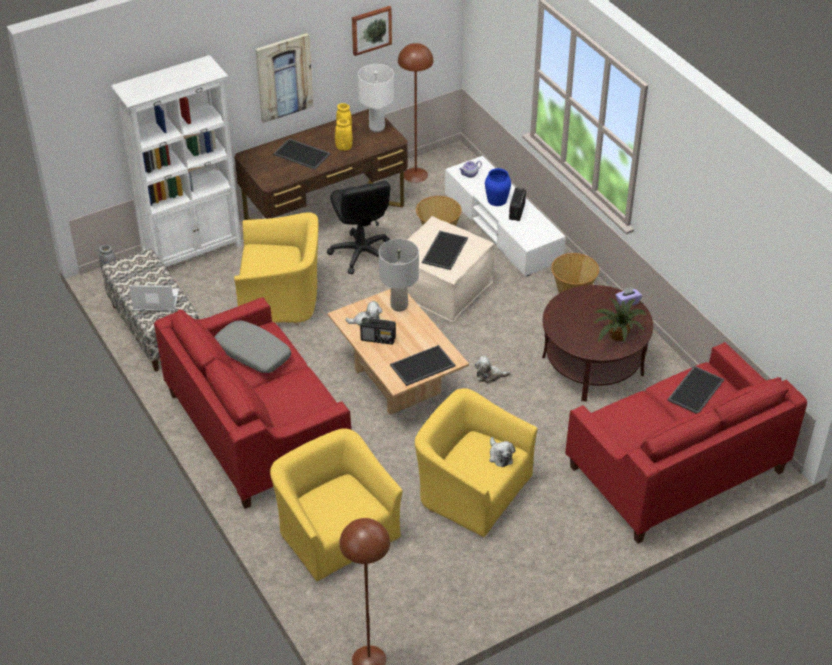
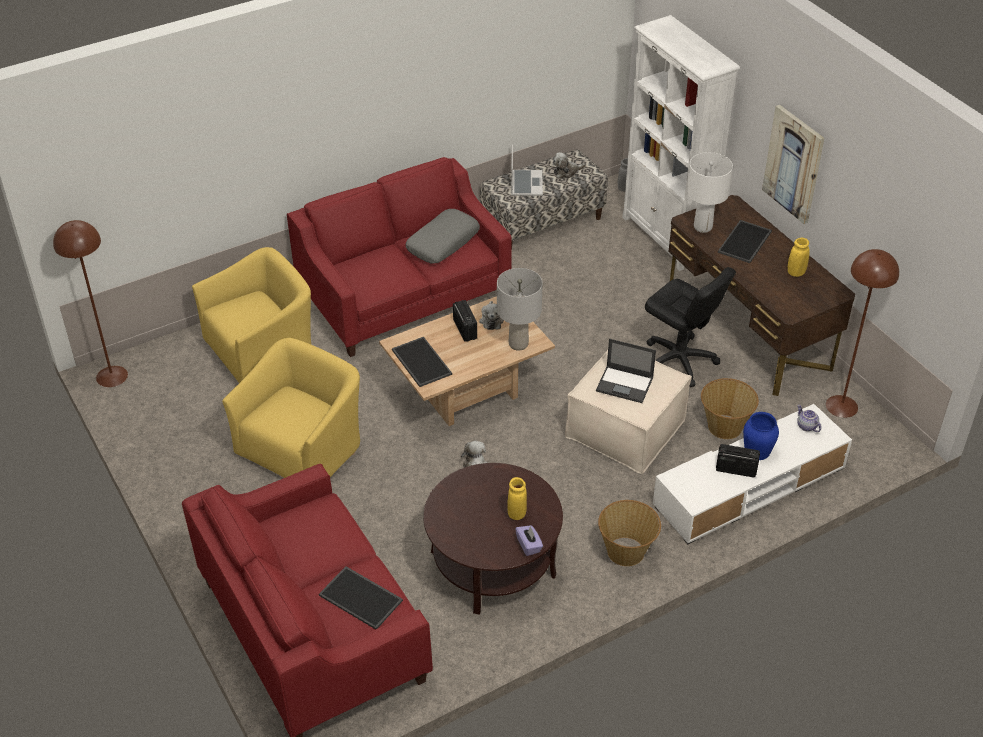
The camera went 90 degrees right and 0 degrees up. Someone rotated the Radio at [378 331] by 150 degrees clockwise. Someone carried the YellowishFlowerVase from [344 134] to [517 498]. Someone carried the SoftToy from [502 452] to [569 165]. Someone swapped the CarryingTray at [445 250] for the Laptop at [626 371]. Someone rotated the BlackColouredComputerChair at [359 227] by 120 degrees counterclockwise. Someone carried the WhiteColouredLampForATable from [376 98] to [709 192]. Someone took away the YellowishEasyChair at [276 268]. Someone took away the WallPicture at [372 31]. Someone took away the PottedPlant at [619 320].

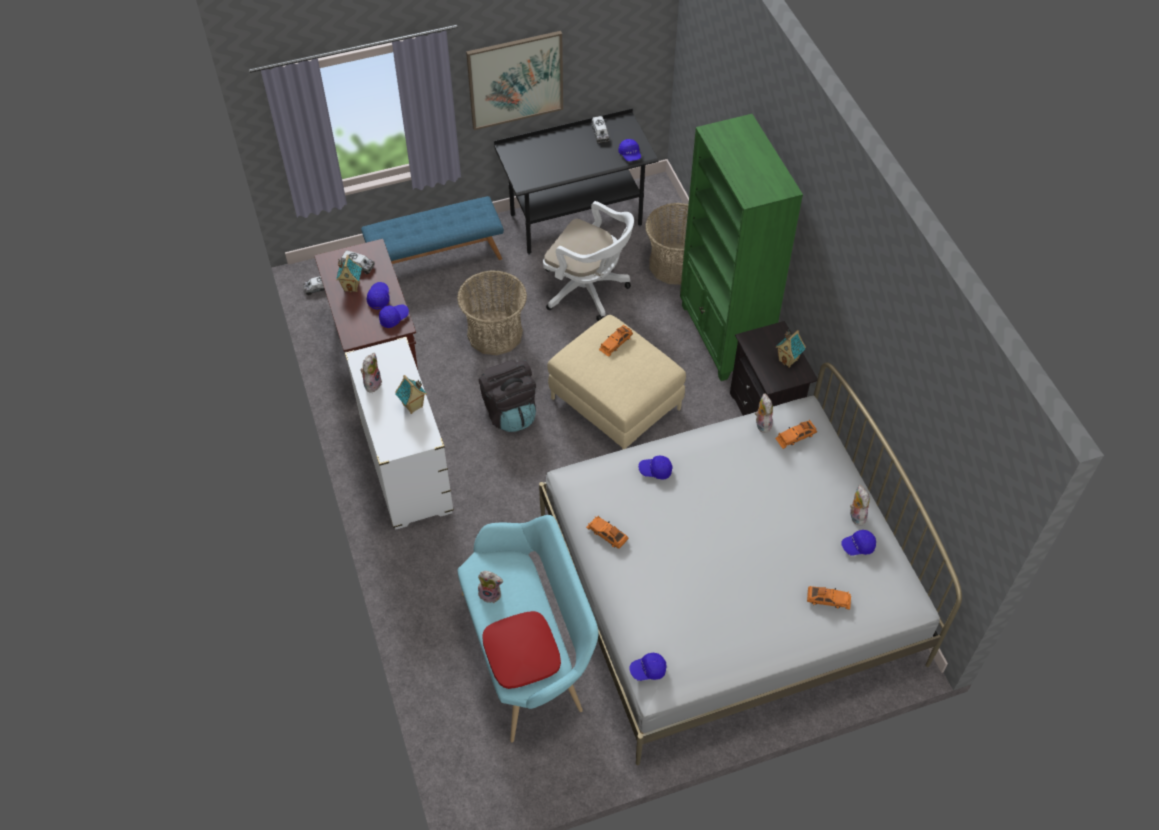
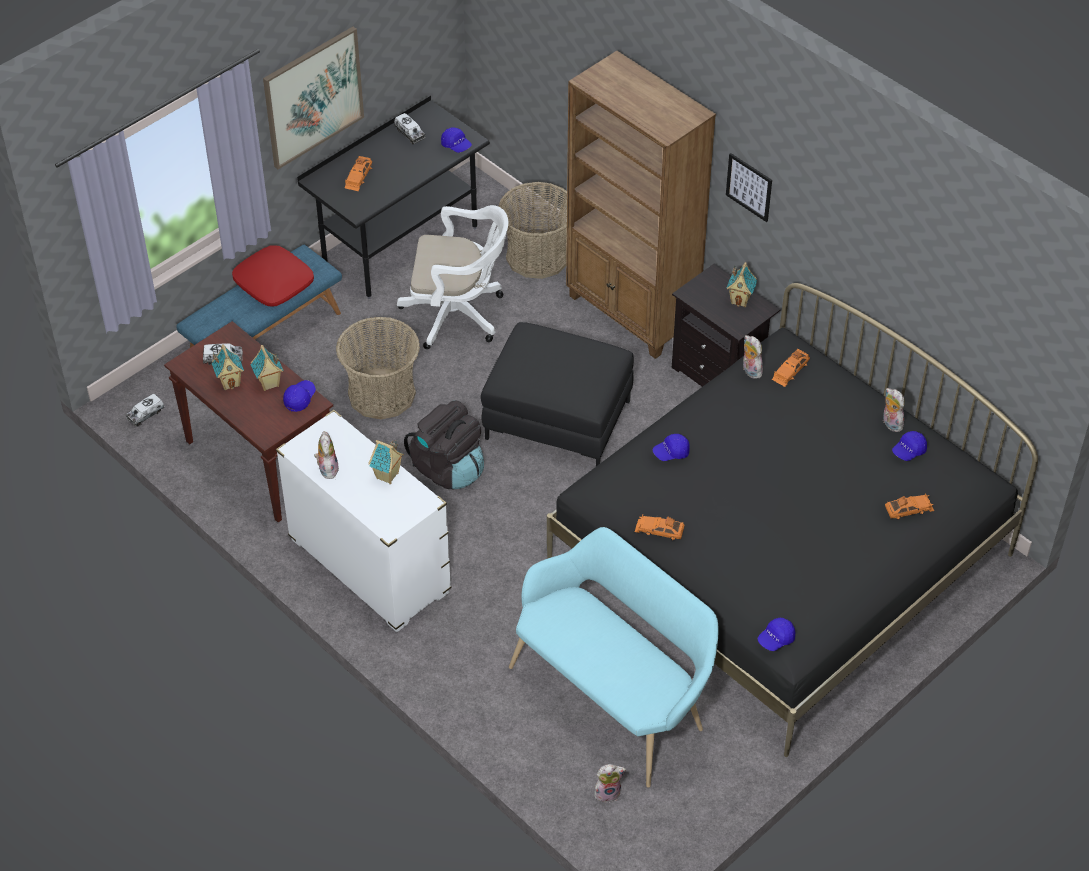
The camera went 25 degrees left and 5 degrees down. Someone carried the RedThrowPillow from [521 650] to [273 276]. Someone swapped the BlueCap at [378 296] for the MiniatureHouse at [267 368]. Someone carried the OrangeModelCar from [616 341] to [358 173]. Someone repainted the BeigeFootrest at [616 382], which became the BlackColouredFootrest at [557 394]. Someone repainted the WhiteColouredSleepingBed at [750 563], which became the BlackColouredSleepingBed at [792 520]. Someone repainted the GreenishBookcase at [741 247], which became the BrownColouredBookcase at [641 205]. Someone carried the SoftToy from [490 587] to [610 784]. Someone put up the WallPicture at [749 187].

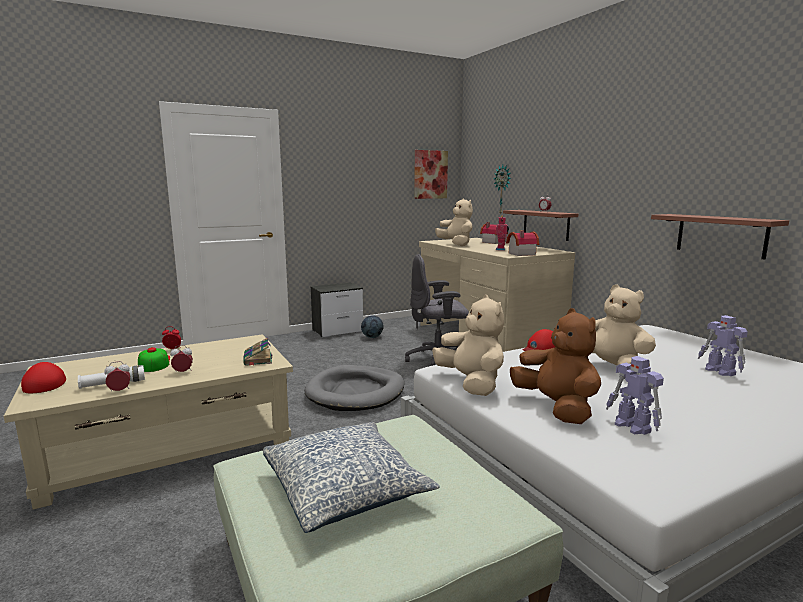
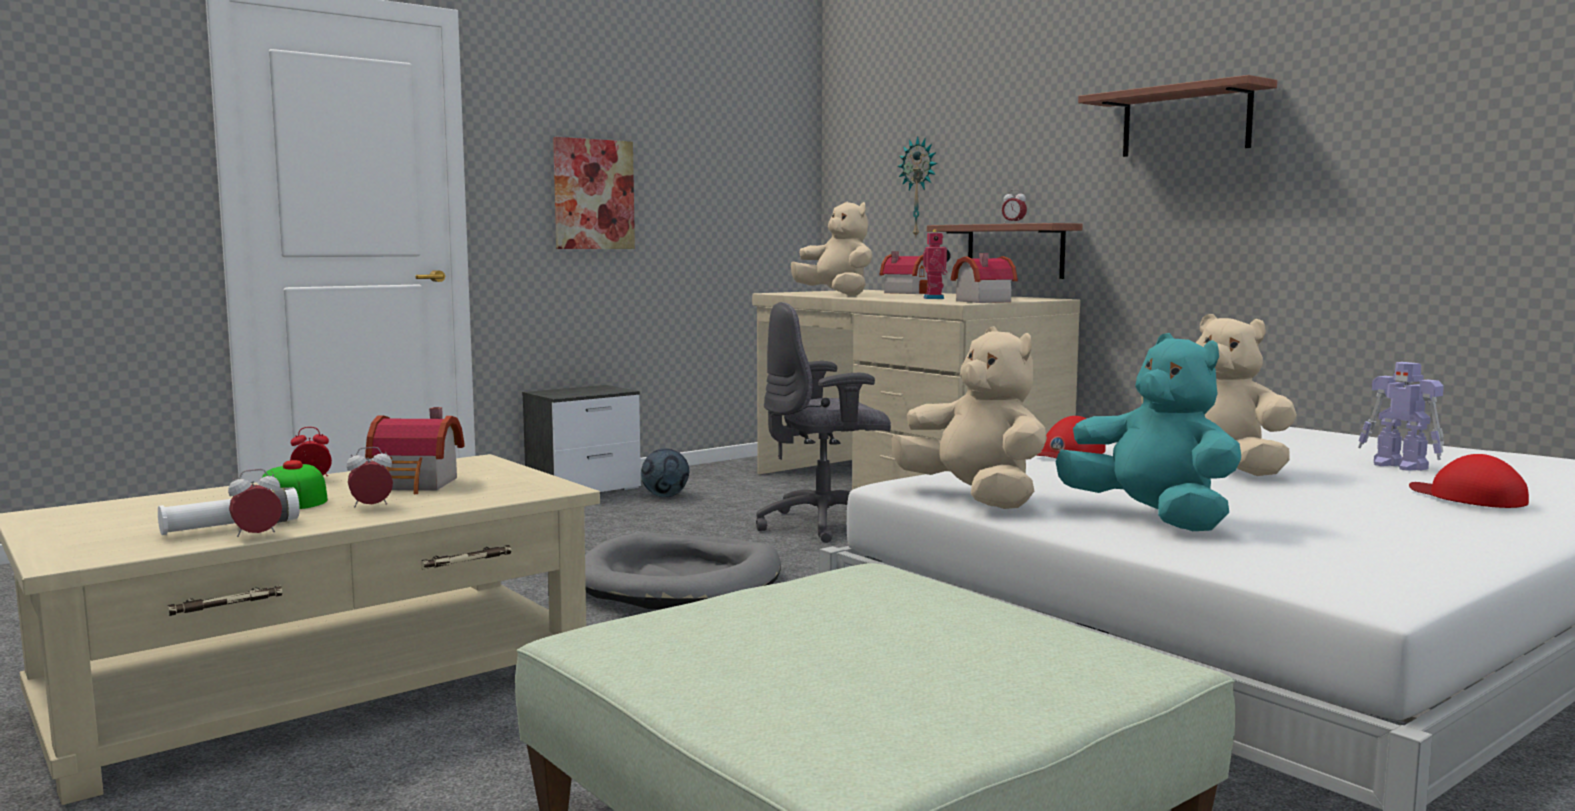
The camera went 10 degrees left and 5 degrees down. Someone put down the MiniatureHouse at [415 450]. Someone carried the WallPicture from [431 174] to [594 193]. Someone repainted the BrownColouredSoftToy at [555 366], which became the TurquoiseColouredSoftToy at [1148 432]. Someone carried the WallShelf from [720 237] to [1177 116]. Someone carried the RedCap from [43 377] to [1469 481]. Someone took away the Book at [258 351]. Someone took away the ThrowPillow at [351 477]. Someone took away the RobotFigure at [635 395].

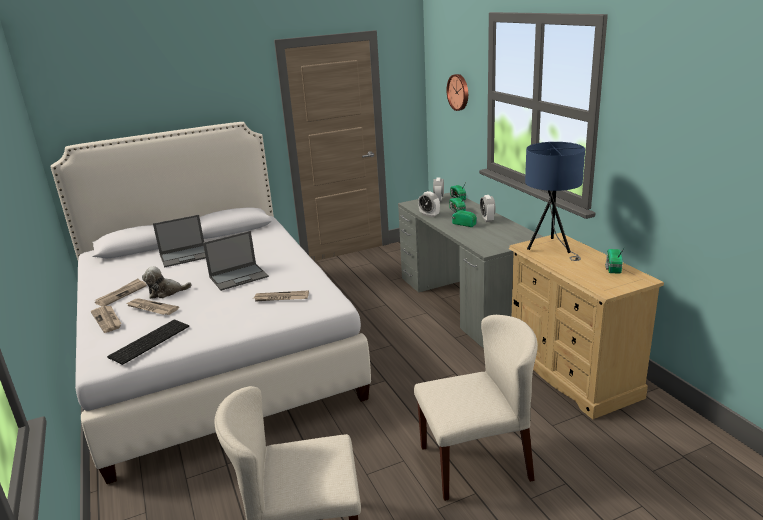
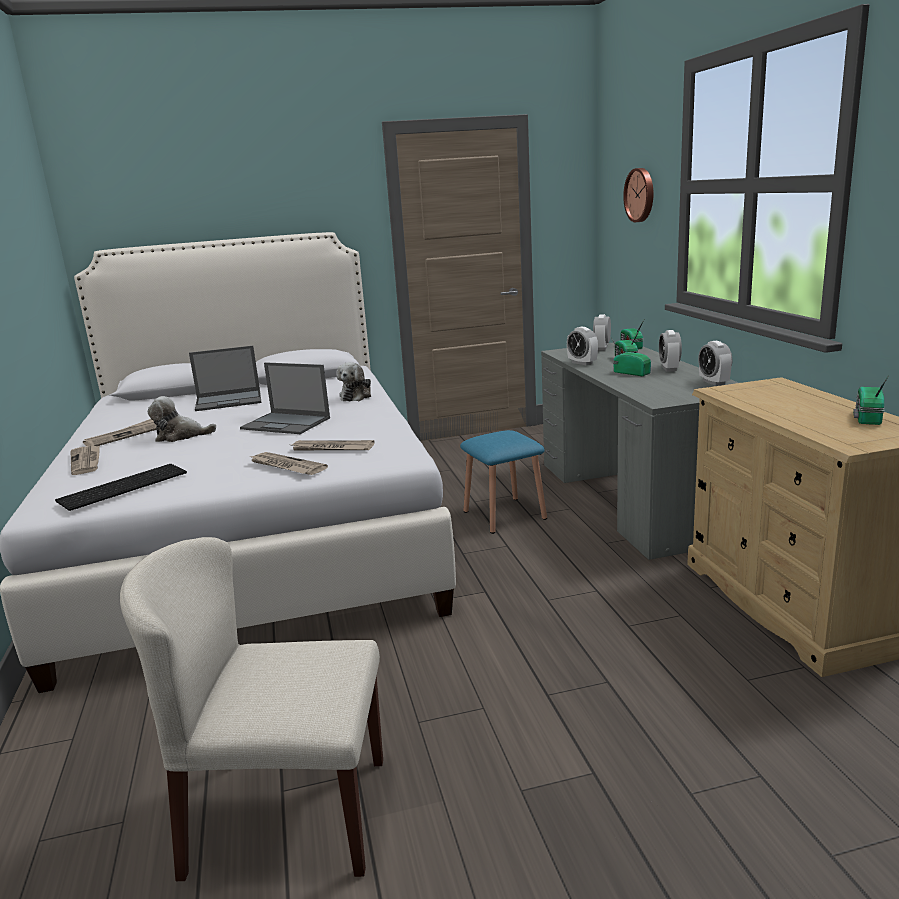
The camera went 10 degrees right and 5 degrees down. Someone rotated the Laptop at [236 261] by 45 degrees clockwise. Someone carried the Newspaper from [152 306] to [288 463]. Someone put down the SoftToy at [353 381]. Someone put down the BlueStool at [503 482]. Someone put down the BedsideClock at [715 363]. Someone took away the BeigeChair at [476 408]. Someone took away the BlueLampForATable at [555 201].

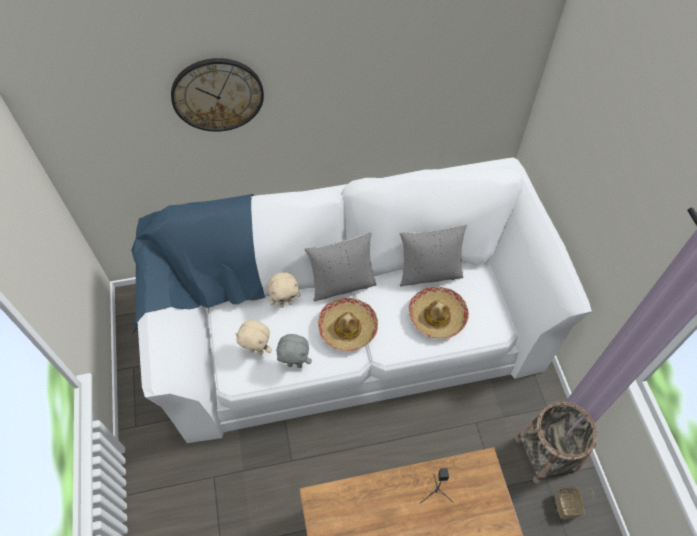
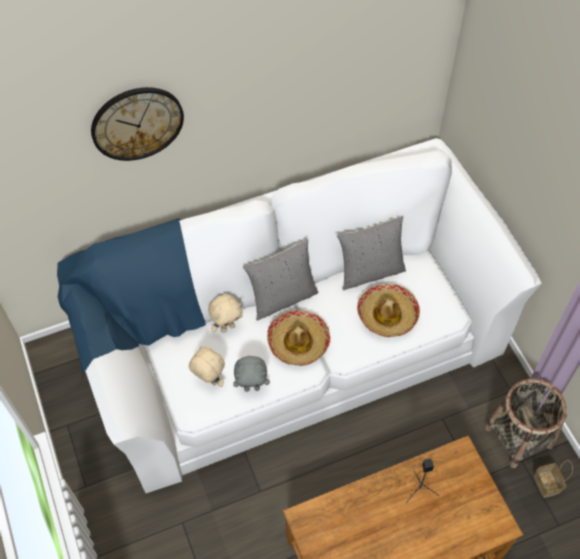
The camera went 10 degrees left and 0 degrees up. Someone rotated the BeigeSoftToy at [253 337] by 150 degrees counterclockwise.

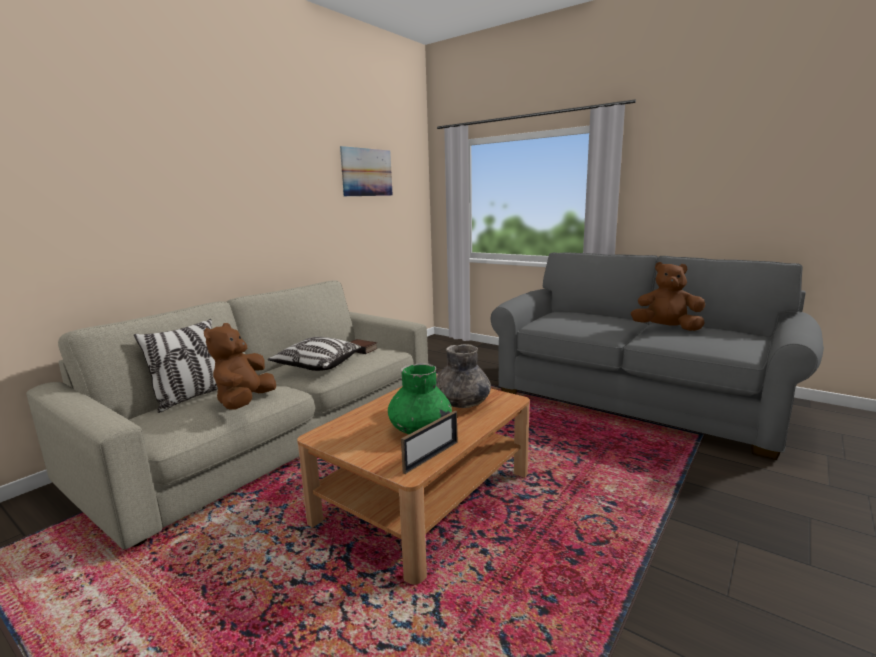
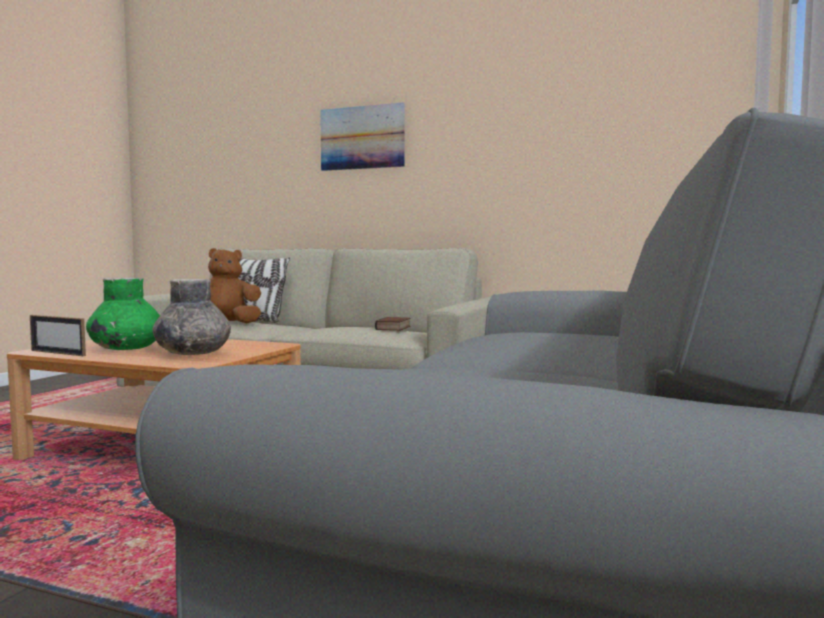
The camera went 75 degrees right and 10 degrees down. Someone carried the WallPicture from [366 171] to [362 136]. Someone took away the ThrowPillow at [314 354]. Someone took away the BrownColouredSoftToy at [668 296].

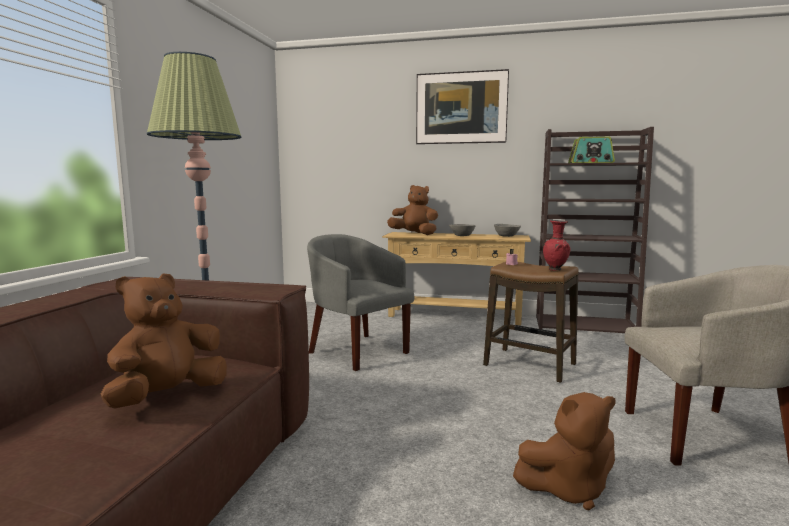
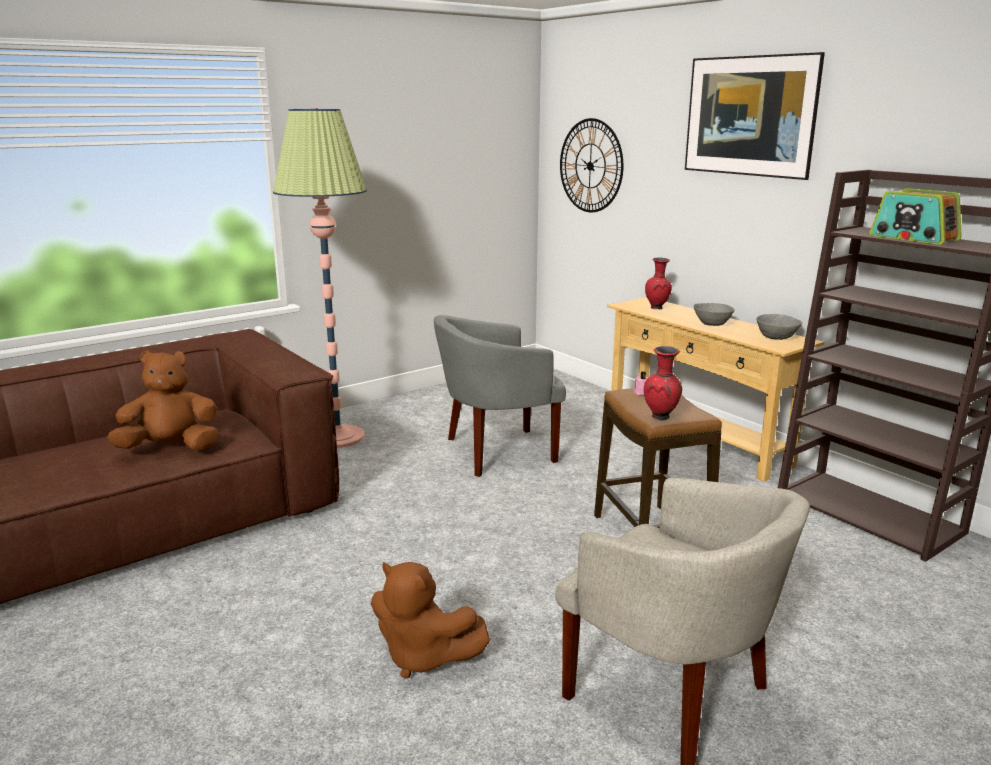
The camera went 40 degrees right and 10 degrees up. Someone rotated the GreyEasyChair at [360 302] by 105 degrees counterclockwise. Someone put up the HangingClock at [591 165]. Someone swapped the BrownColouredSoftToy at [412 210] for the RedFlowerVase at [658 283].

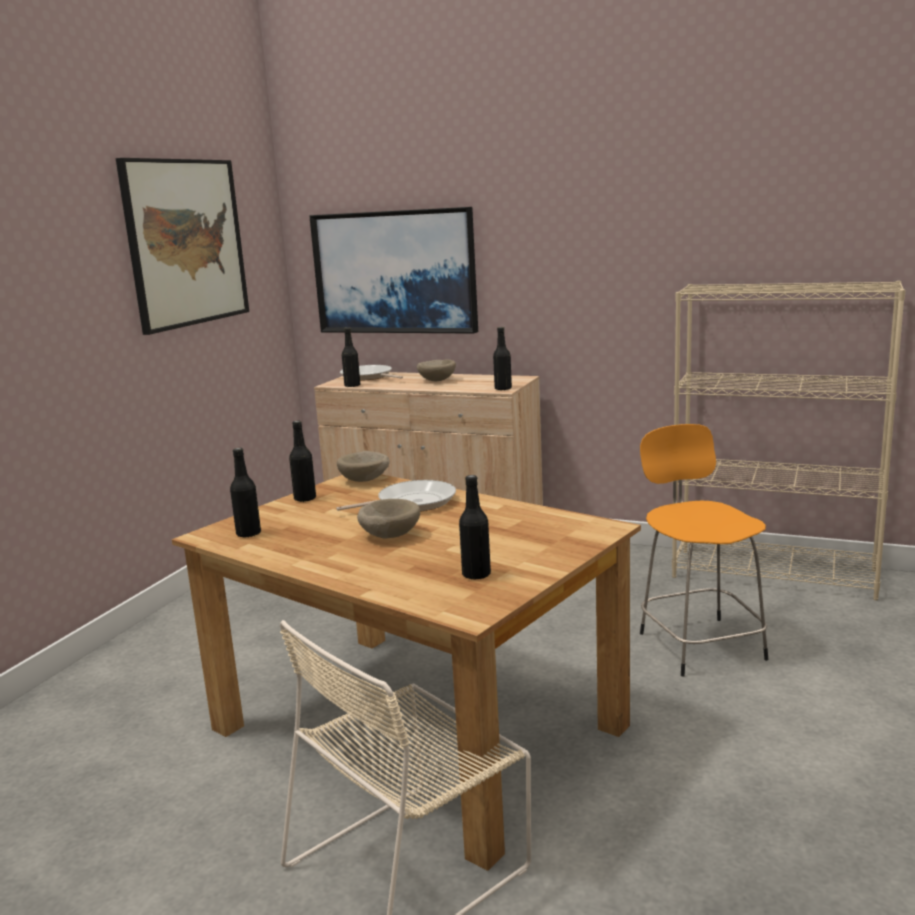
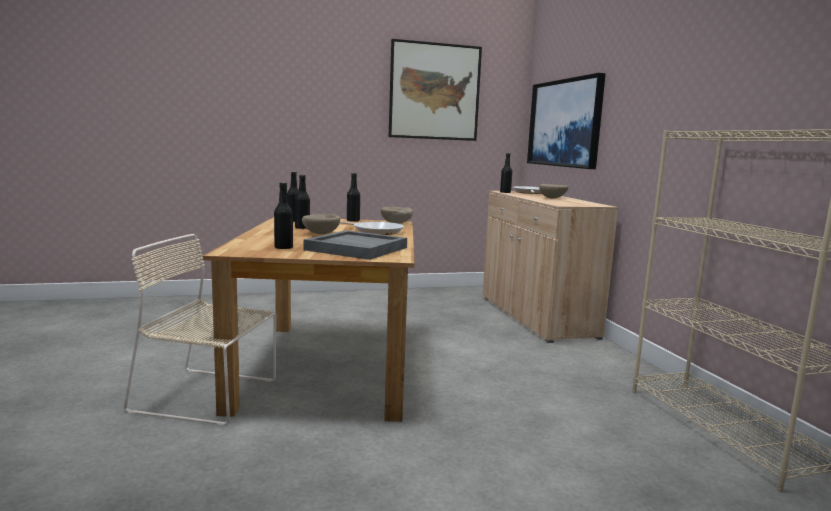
The camera went 50 degrees right and 5 degrees down. Someone carried the BlackColouredDrinkBottle from [502 358] to [302 202]. Someone put down the GreyCarryingTray at [355 245]. Someone took away the OrangeStool at [704 550].

